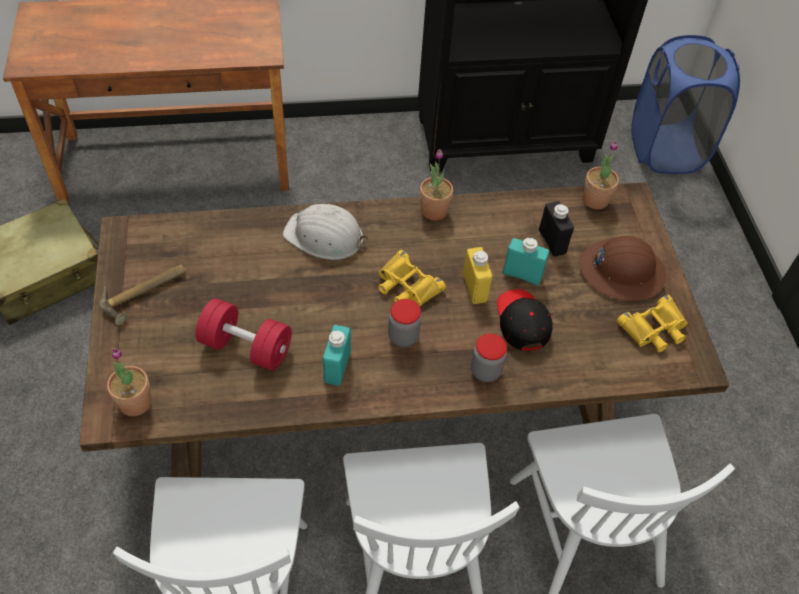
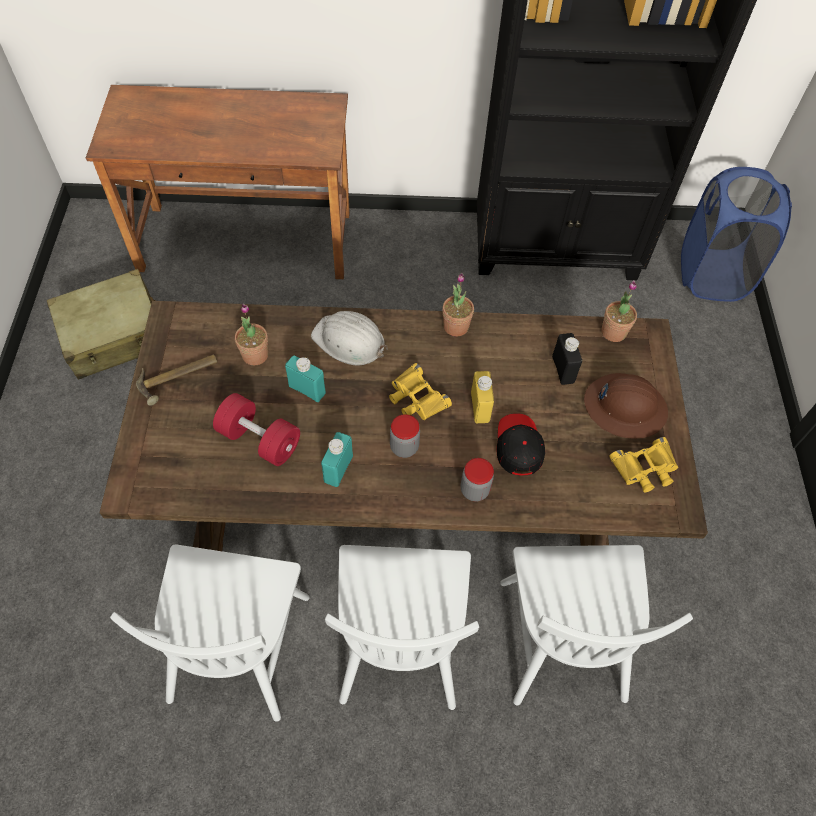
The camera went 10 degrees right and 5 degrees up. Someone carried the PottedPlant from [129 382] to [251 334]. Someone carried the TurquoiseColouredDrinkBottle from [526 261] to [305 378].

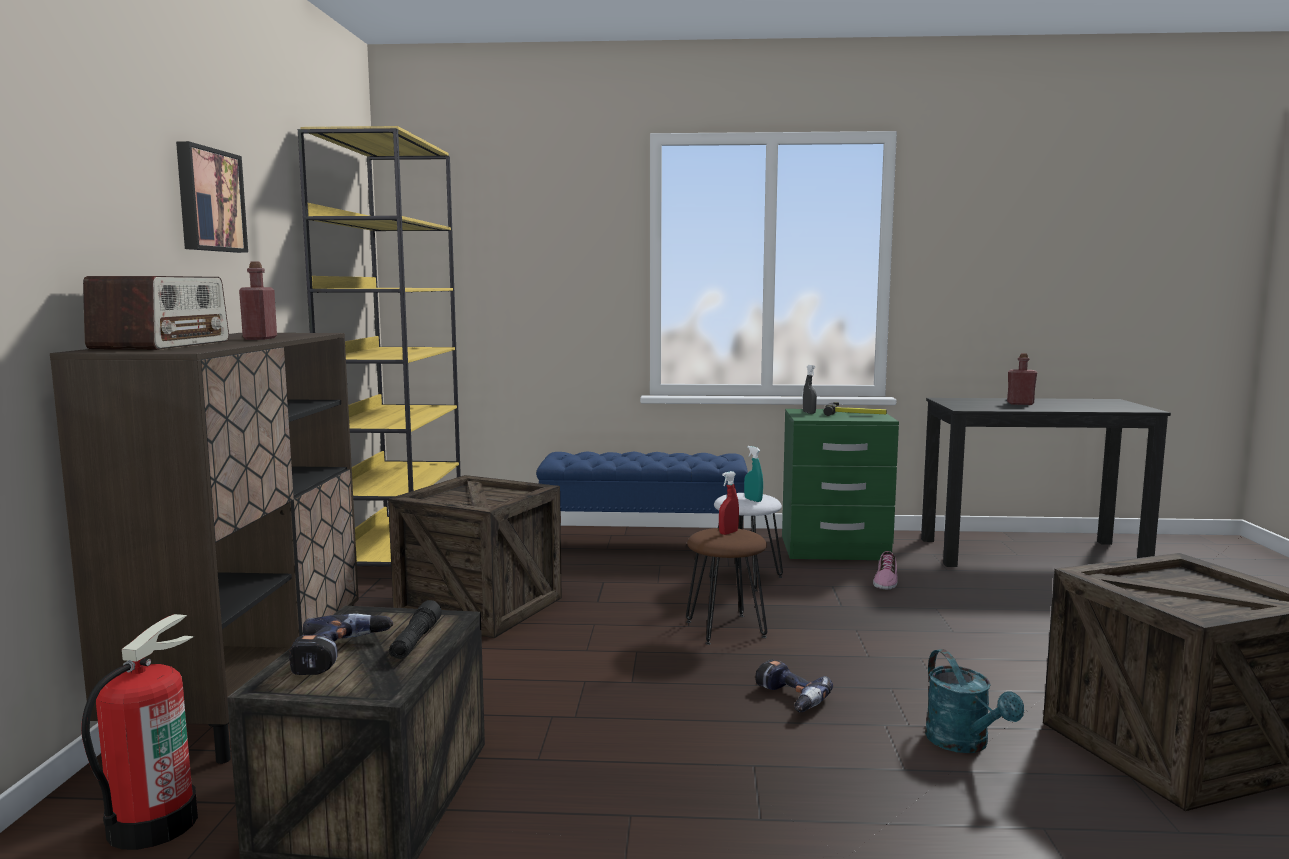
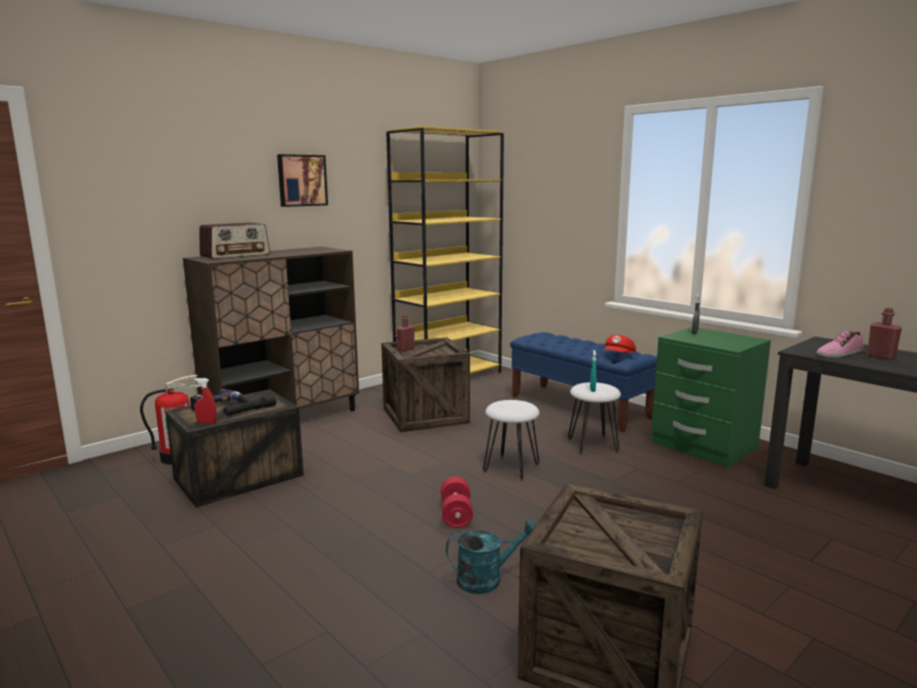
The camera went 45 degrees right and 5 degrees up. Someone carried the RedSprayBottle from [729 503] to [205 401]. Someone carried the RedDrinkBottle from [258 301] to [405 333]. Someone swapped the ElectricDrill at [794 685] for the RedFreeWeight at [457 502]. Someone rotated the TurquoiseColouredSprinklingCan at [974 701] by 135 degrees counterclockwise. Someone repainted the BrownColouredStool at [726 586], which became the WhiteColouredStool at [511 440]. Someone put down the RedCap at [620 344]. Someone carried the ItemOfFootwear from [885 570] to [840 344]. Someone took away the HandHammer at [855 409].

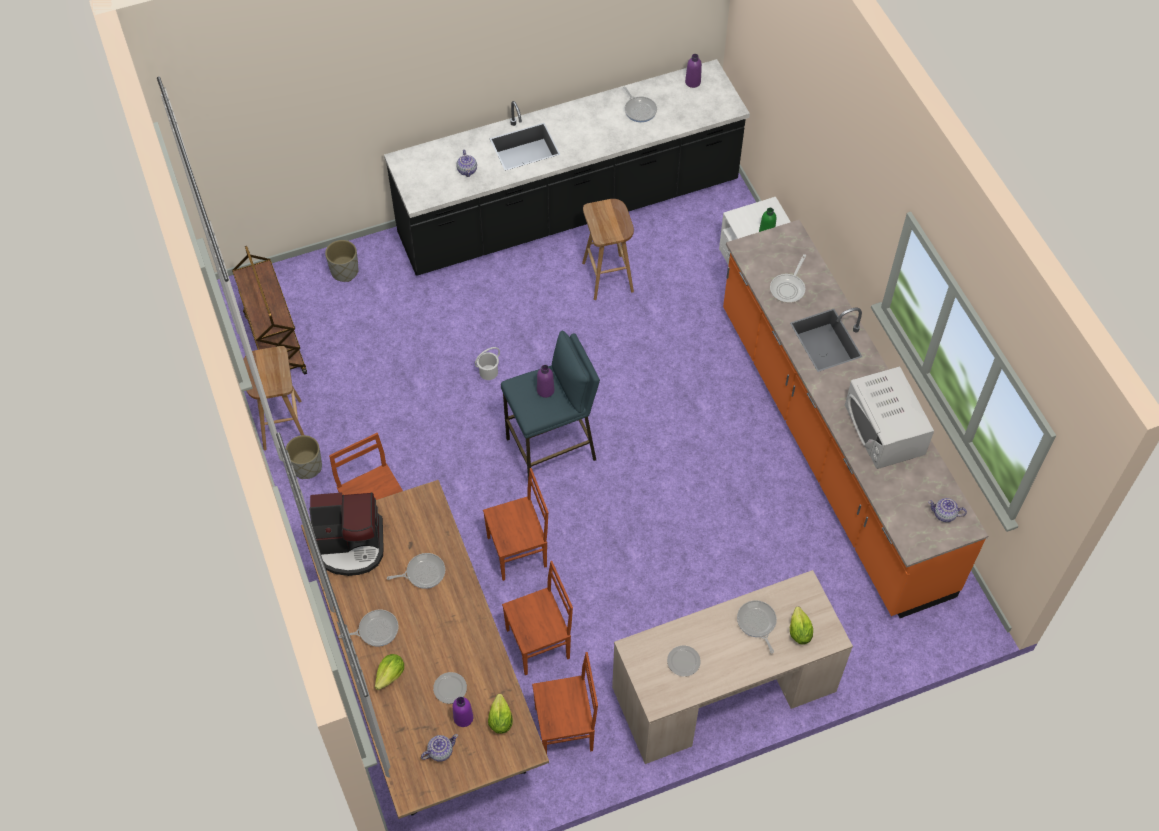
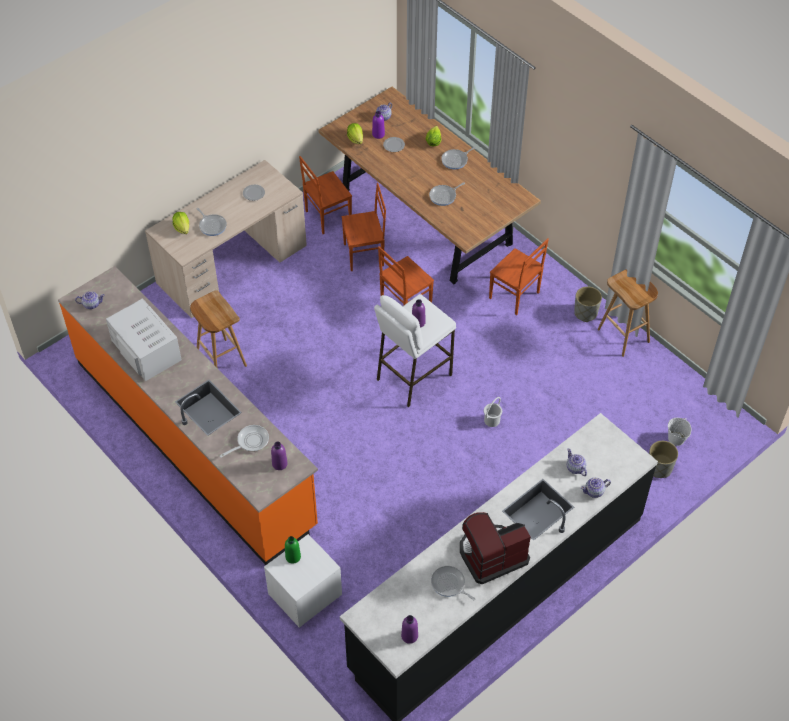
The camera went 160 degrees right and 5 degrees down. Someone carried the BrownColouredStool from [608 249] to [218 328]. Someone rotated the Skillet at [788 278] by 45 degrees clockwise. Someone put down the PurplishDrinkBottle at [279 455]. Someone rotated the BrownColouredChair at [537 618] by 150 degrees counterclockwise. Someone repainted the BlueStool at [550 404], which became the WhiteColouredStool at [415 351]. Someone carried the CoffeeMachine from [346 534] to [495 548]. Someone put down the TeaPot at [596 488]. Someone put down the WhiteColouredBucket at [680 432]. Someone took away the BrownColouredCart at [269 310].

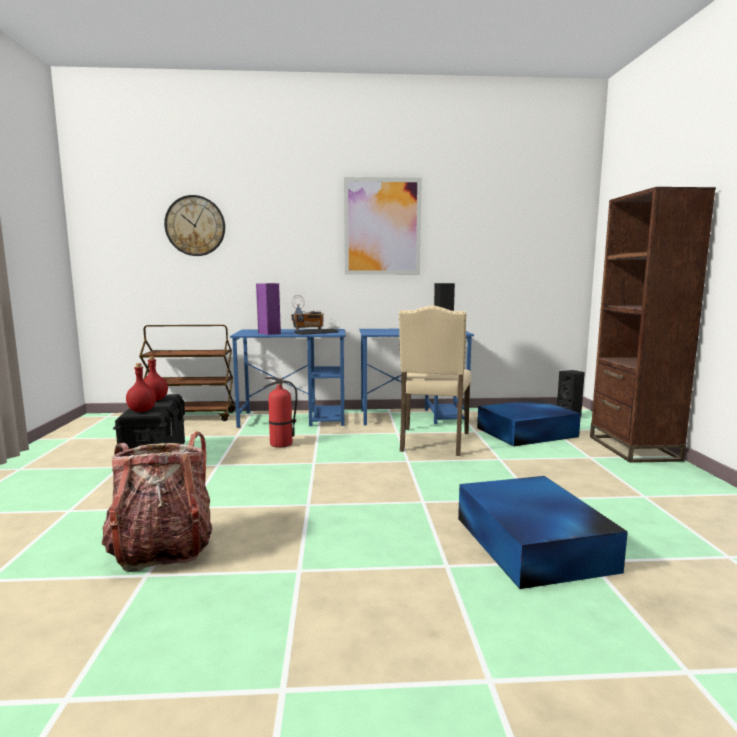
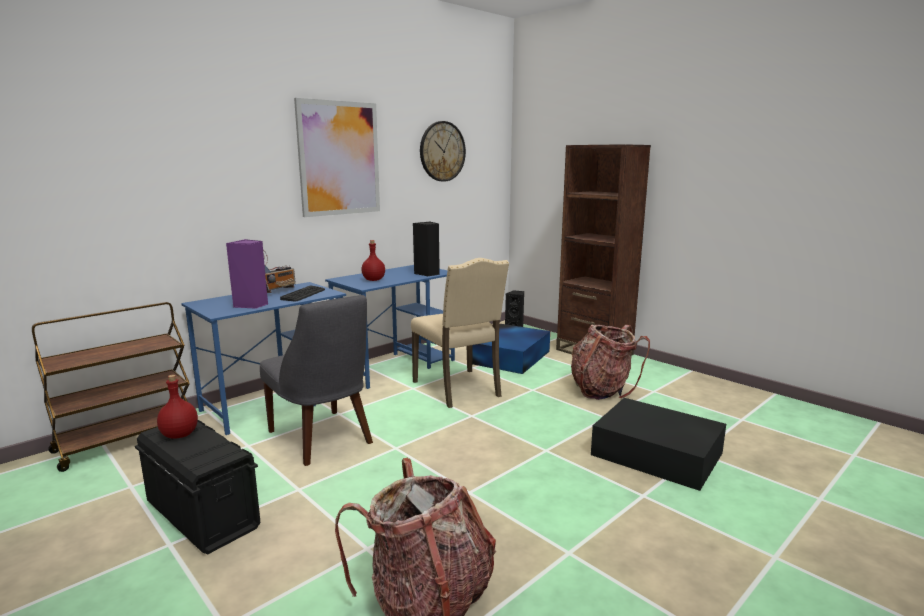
The camera went 40 degrees left and 5 degrees up. Someone swapped the FireFightingCylinder at [280 412] for the GreyChair at [316 380]. Someone carried the RedDrinkBottle from [141 387] to [373 260]. Someone carried the HangingClock from [194 225] to [443 151]. Someone put down the Rucksack at [610 362]. Someone repainted the BlueStorageContainer at [543 532], which became the BlackColouredStorageContainer at [658 444].

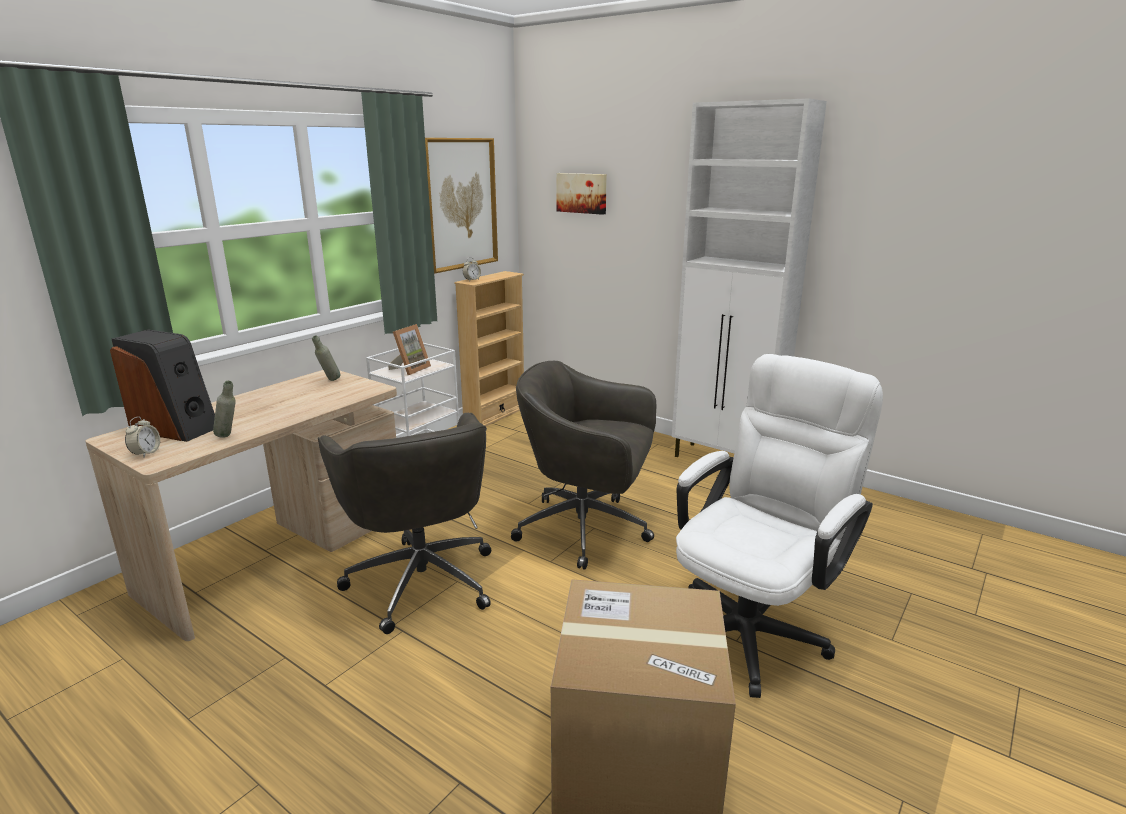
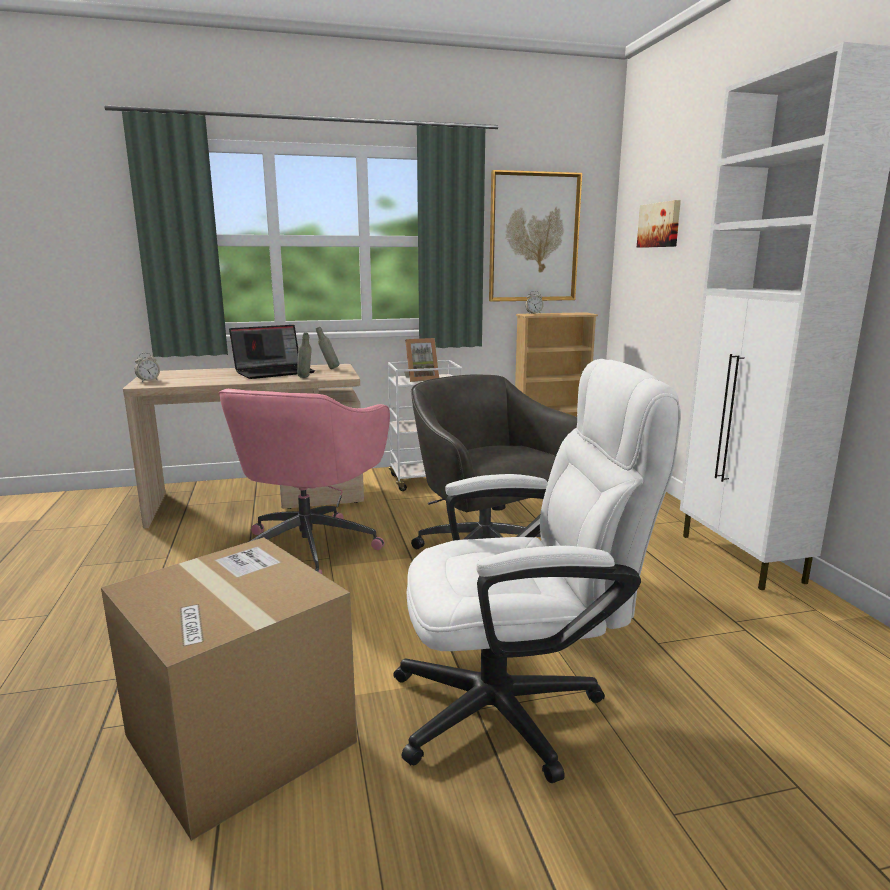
The camera went 40 degrees right and 5 degrees down. Someone repainted the GreyComputerChair at [404 523], which became the PinkishComputerChair at [304 481]. Someone put down the Laptop at [272 352]. Someone carried the GreyDrinkBottle from [224 409] to [304 355]. Someone took away the Loudspeaker at [162 385].

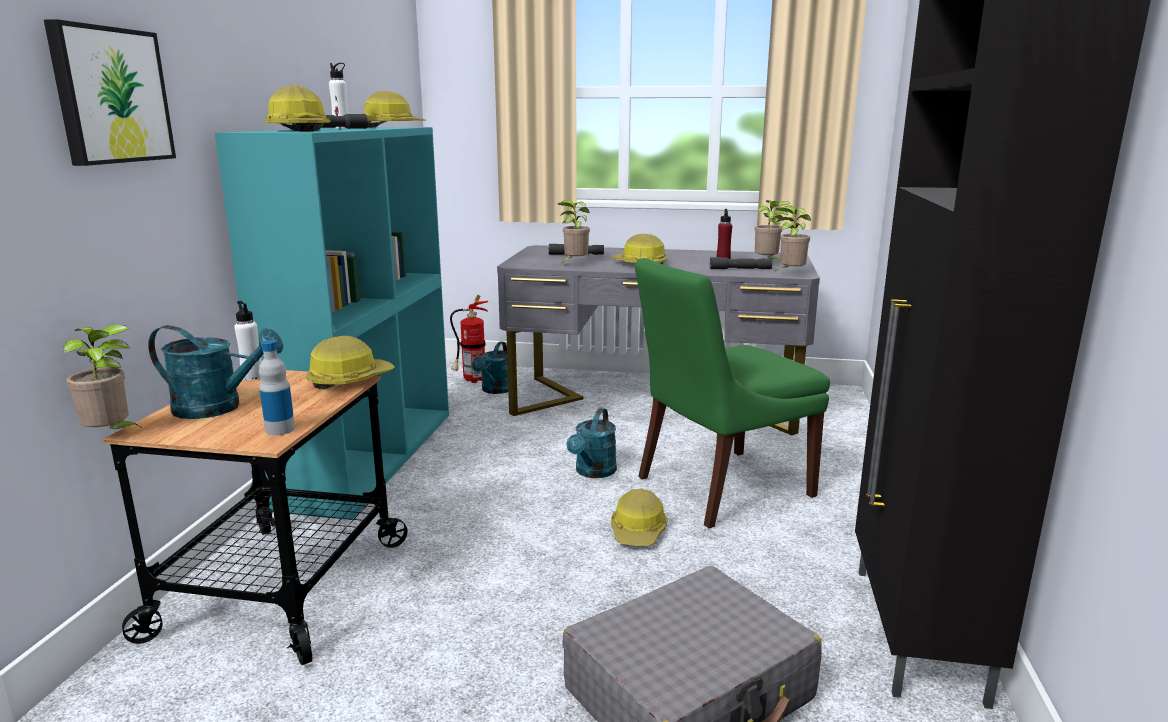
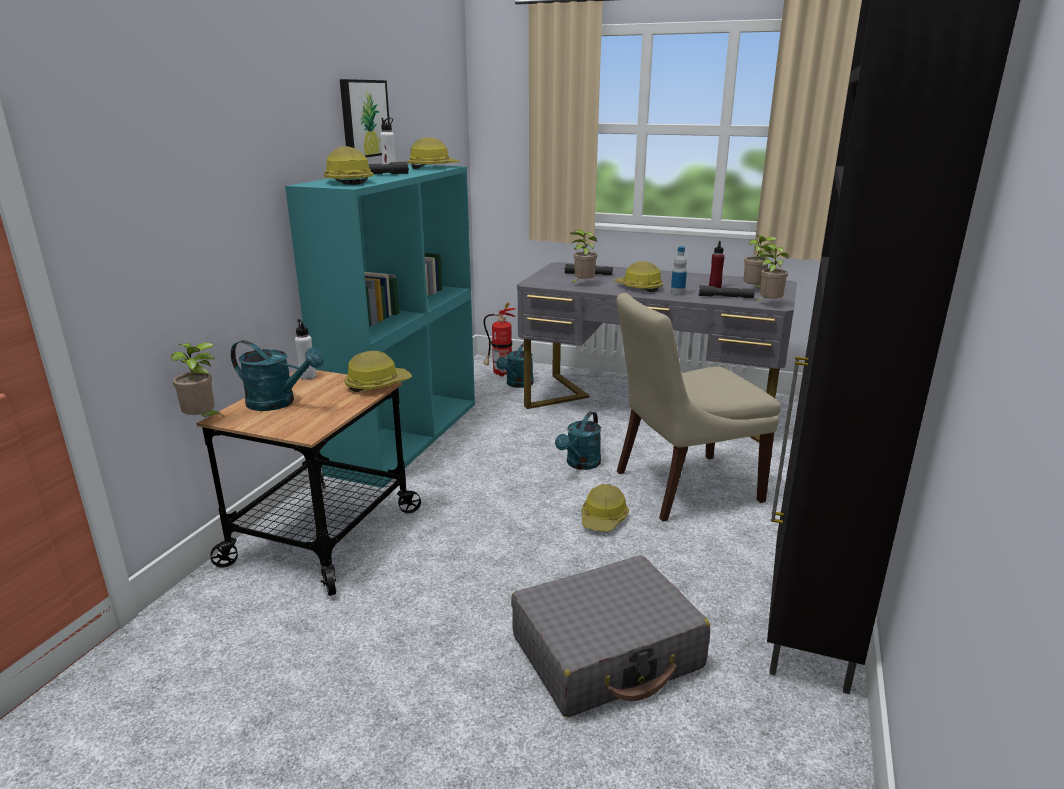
The camera went 10 degrees right and 5 degrees up. Someone carried the WallPicture from [110 92] to [365 118]. Someone repainted the GreenishChair at [732 393], which became the BeigeChair at [698 407]. Someone carried the DrinkBottle from [277 387] to [679 271].

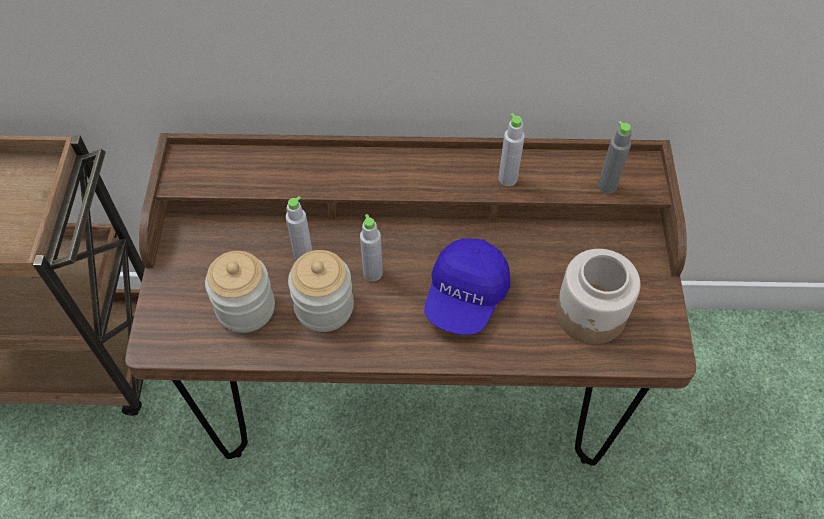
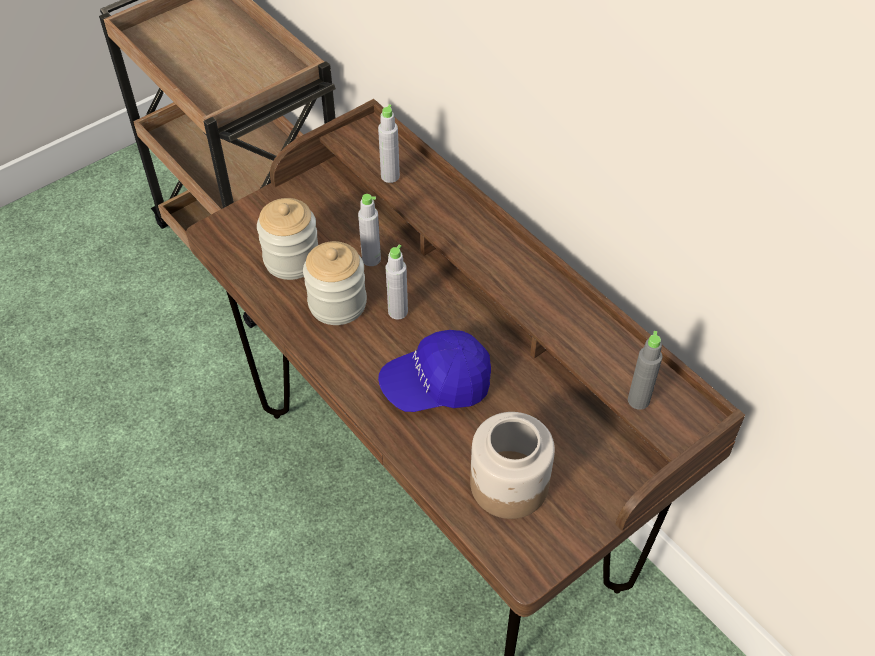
The camera went 50 degrees right and 5 degrees down. Someone carried the GreyDrinkBottle from [511 149] to [389 143].

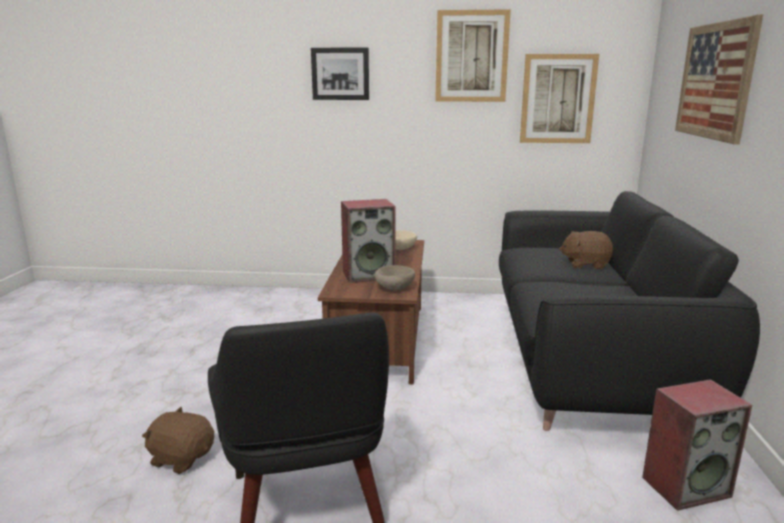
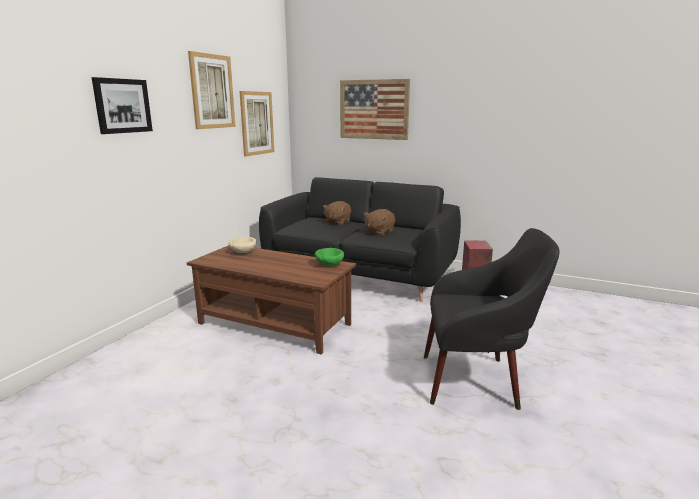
The camera went 70 degrees left and 0 degrees up. Someone repainted the BeigeDeepDish at [394 278], which became the GreenishDeepDish at [329 257]. Someone carried the BrownColouredSoftToy from [178 440] to [379 222]. Someone took away the Loudspeaker at [368 241].

